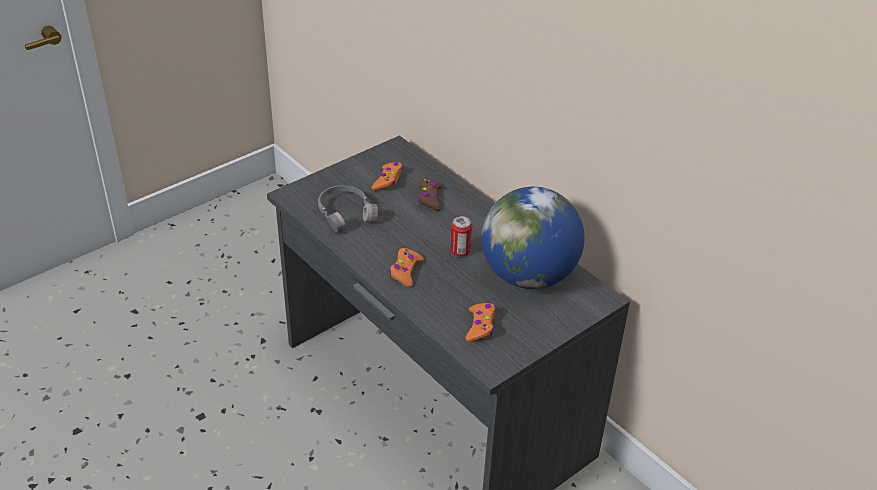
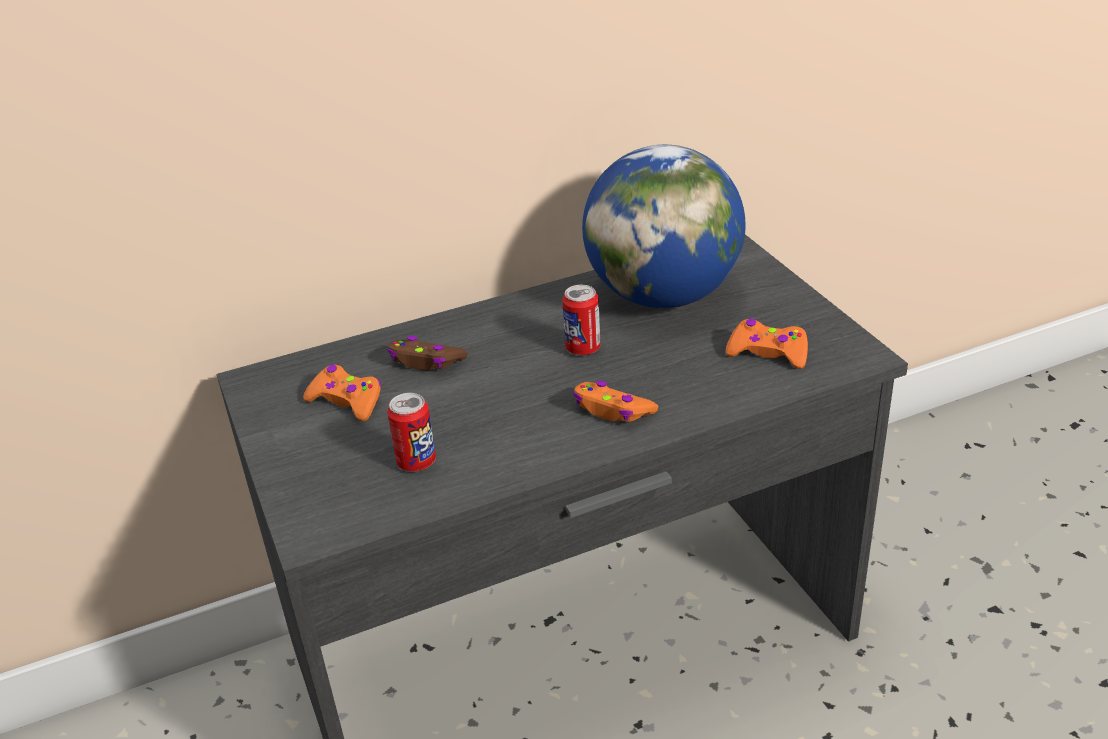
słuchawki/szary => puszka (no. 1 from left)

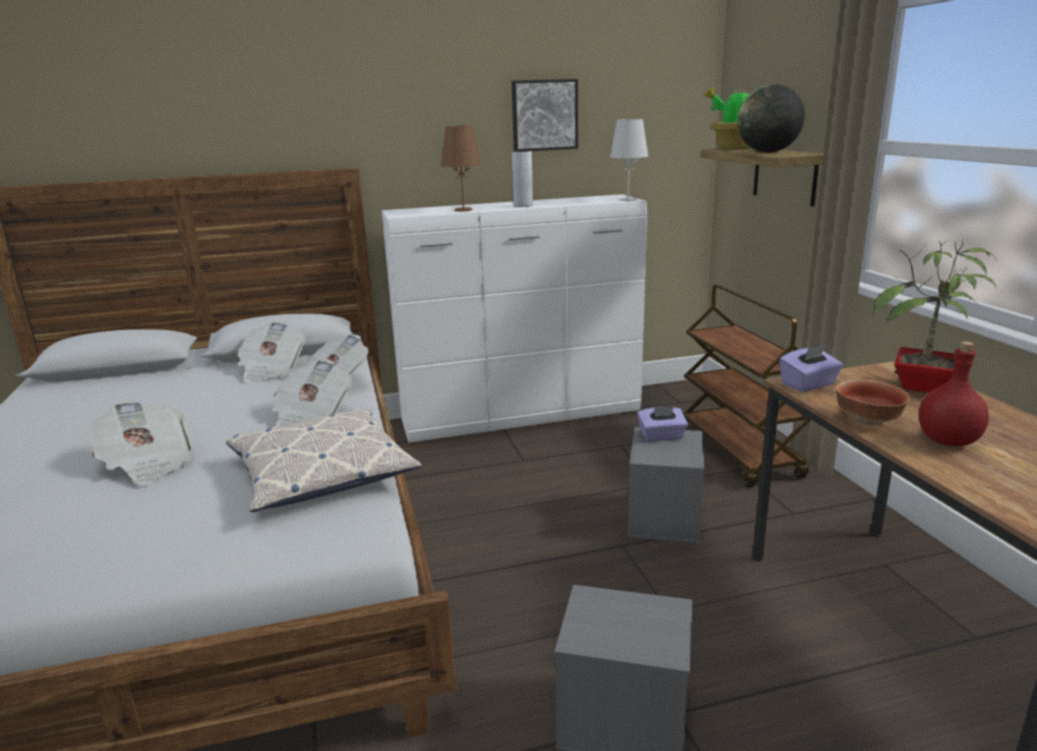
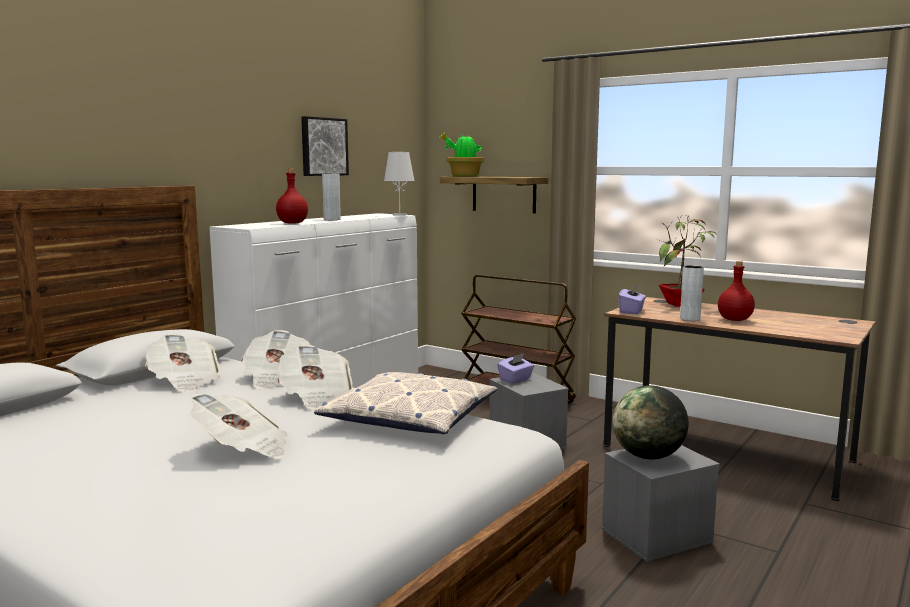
globus, relocated
lampa stołowa/brązowy => butelka/czerwony (no. 1 from left)
miska => wazon/szary (no. 2 from left)

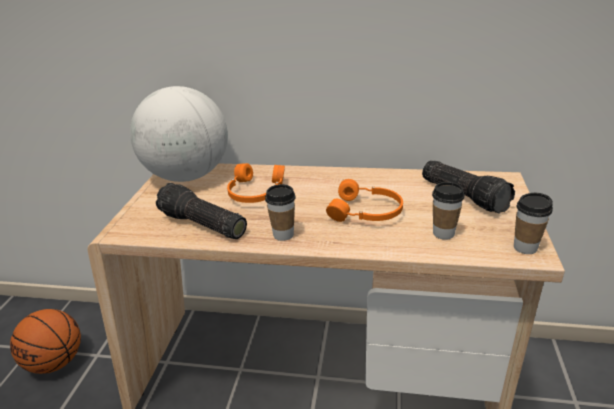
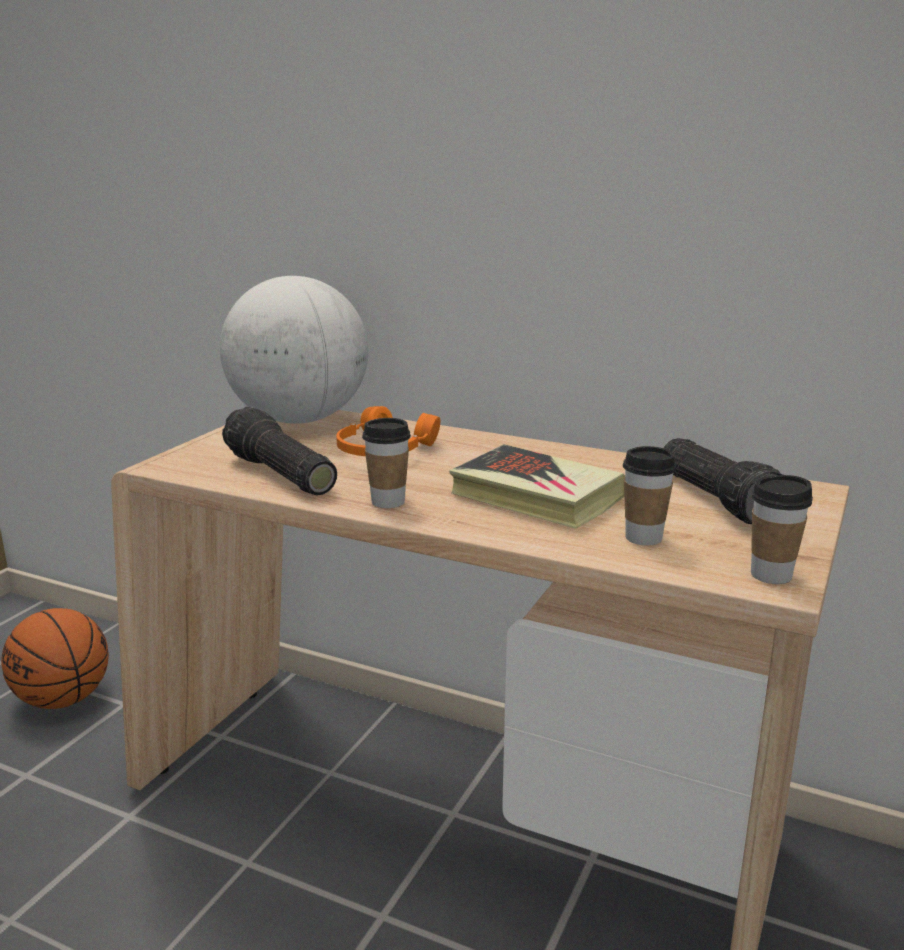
słuchawki/pomarańczowy (no. 2 from left) => książka

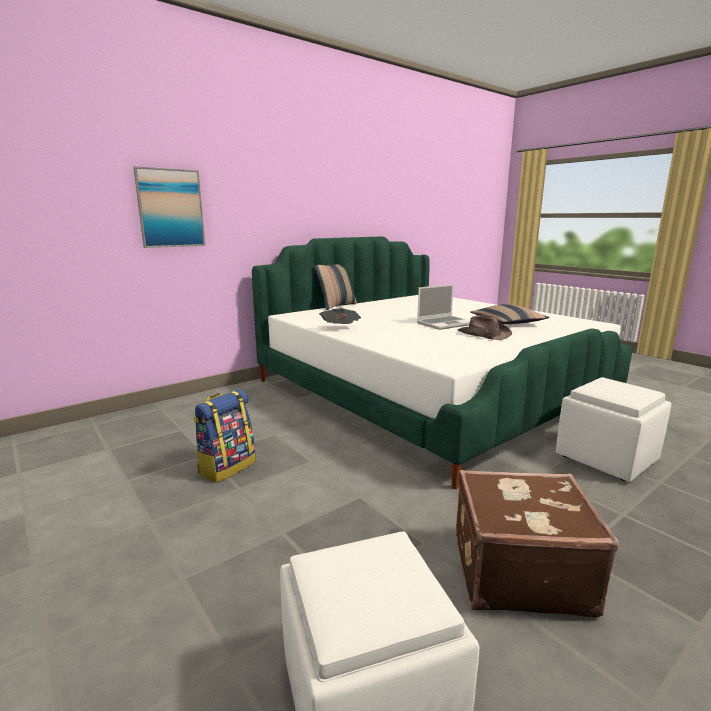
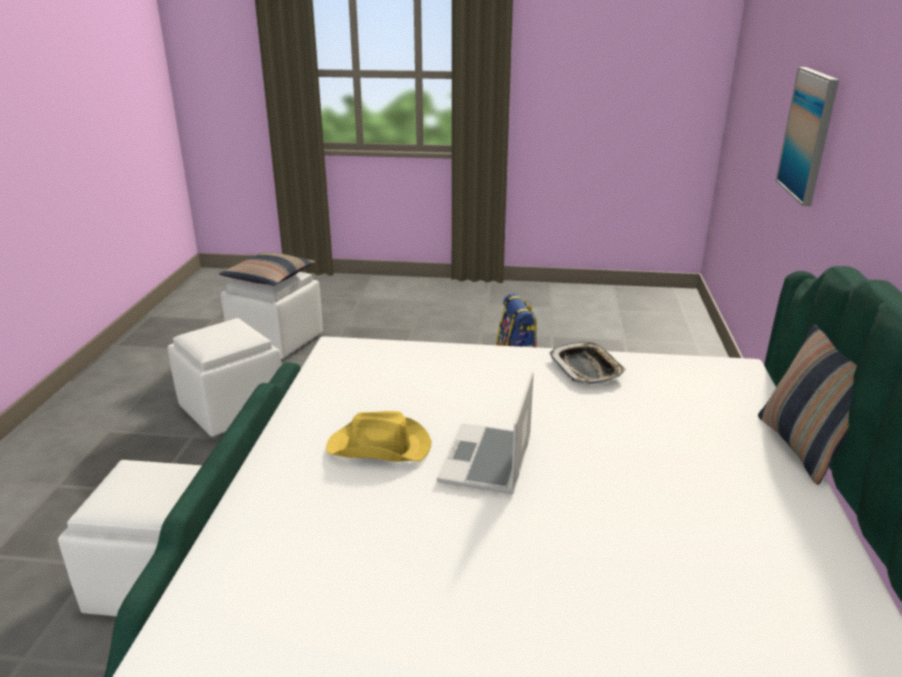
poduszka (no. 2 from left in the first image) => poduszka (no. 1 from left), relocated
gazeta => taca
walizka/brązowy => pufa/biały (no. 2 from left)
kapelusz/brązowy => kapelusz/żółty

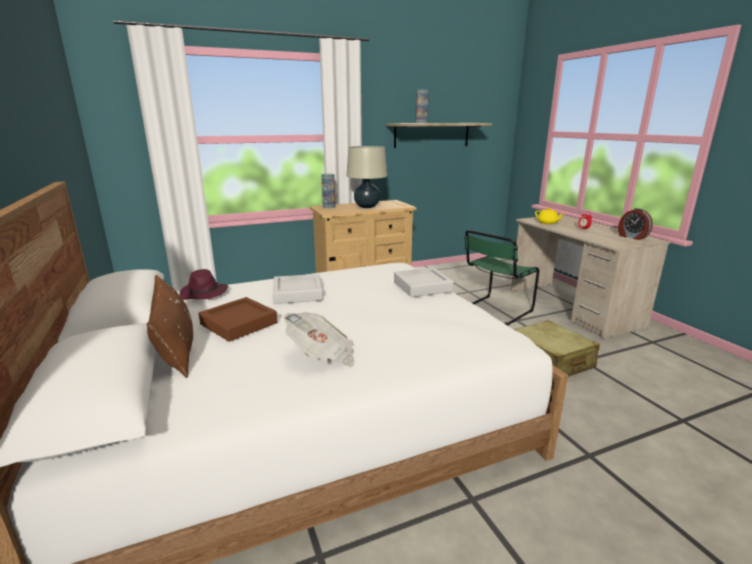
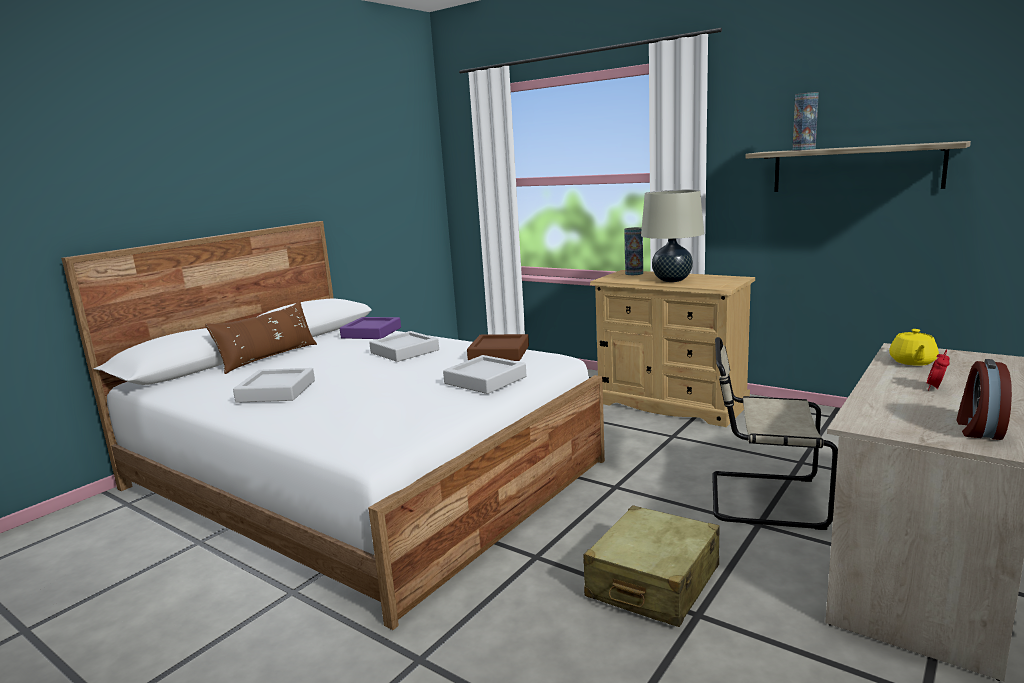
taca/brązowy, relocated
kapelusz/fioletowy => taca/fioletowy
gazeta => taca/szary (no. 1 from left)
krzesło/zielony => krzesło/beżowy

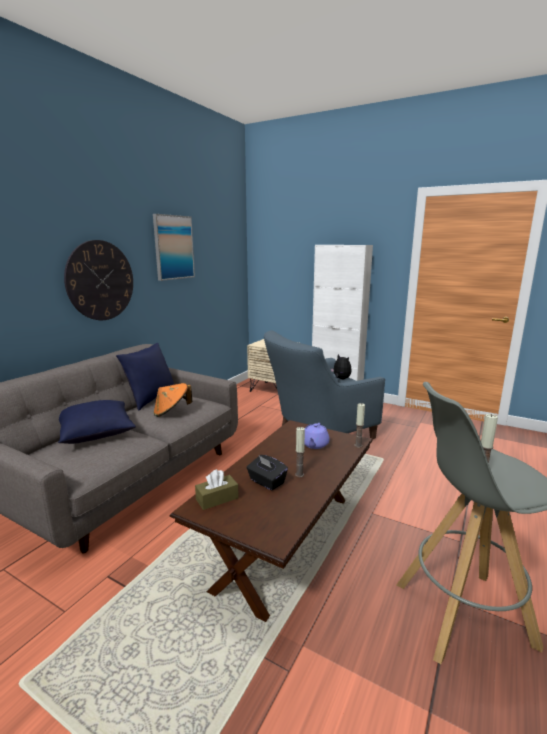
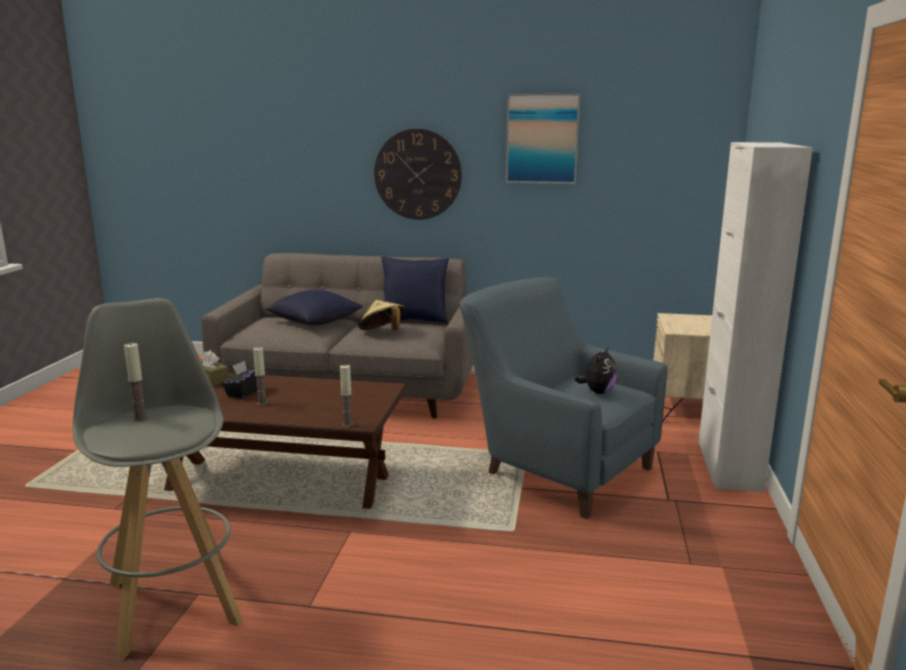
imbryk/fioletowy => nothing
kapelusz/pomarańczowy => kapelusz/beżowy

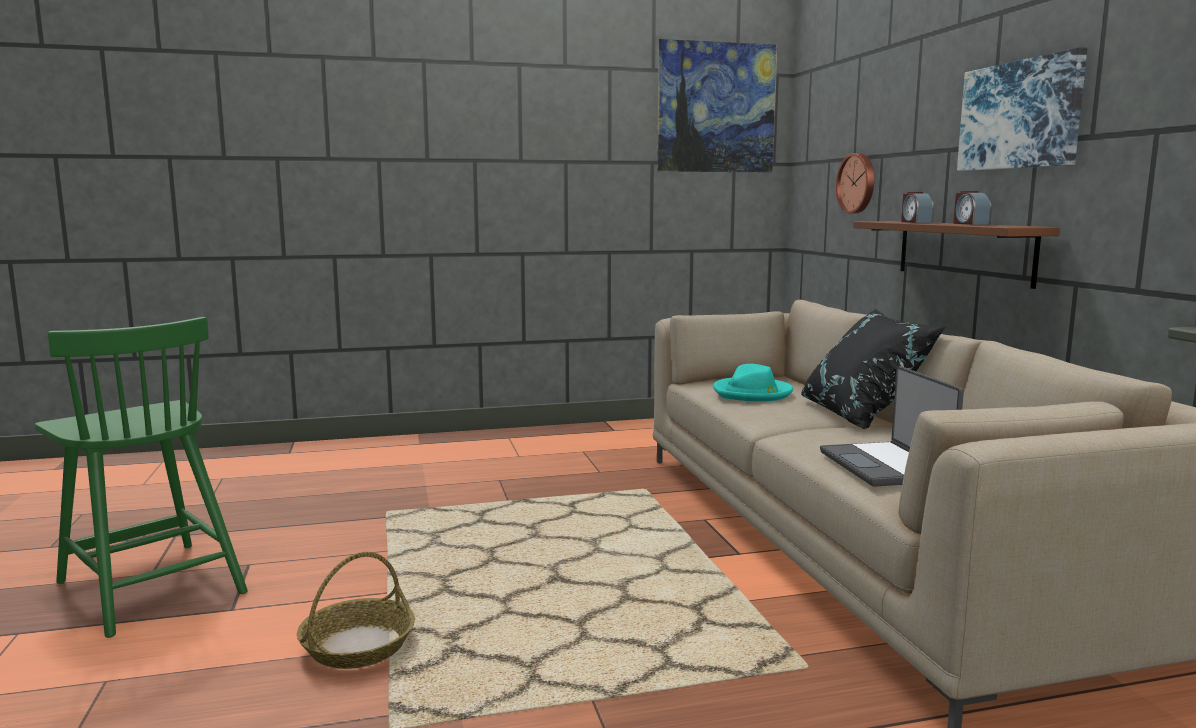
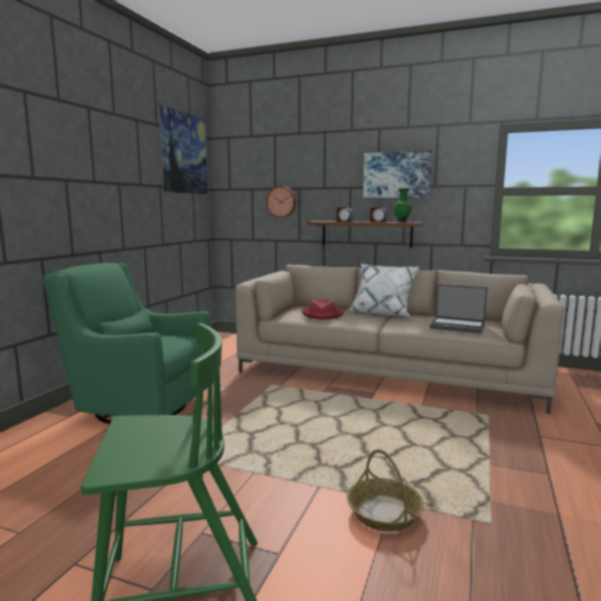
nothing => fotel/zielony
nothing => wazon/zielony
kapelusz/turkusowy => kapelusz/czerwony
poduszka/czarny => poduszka/biały

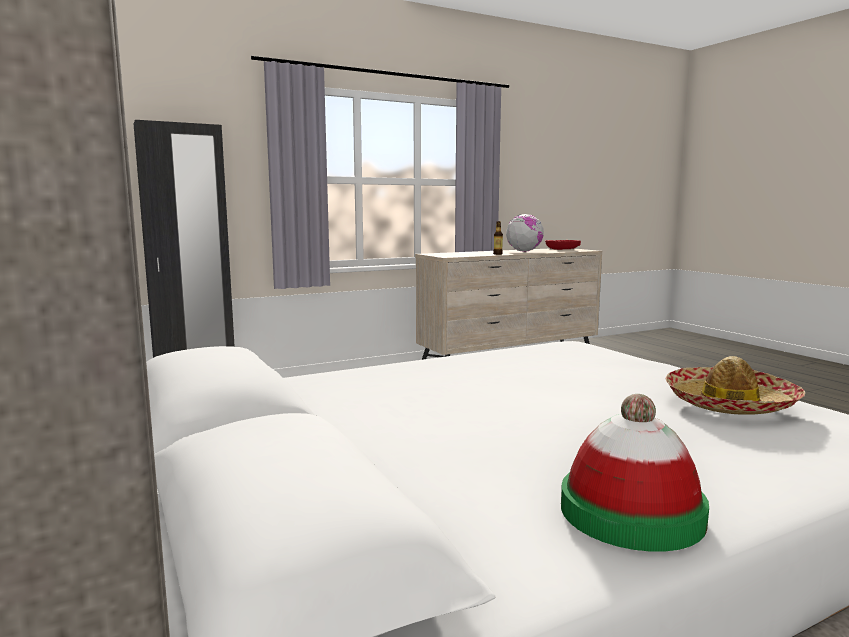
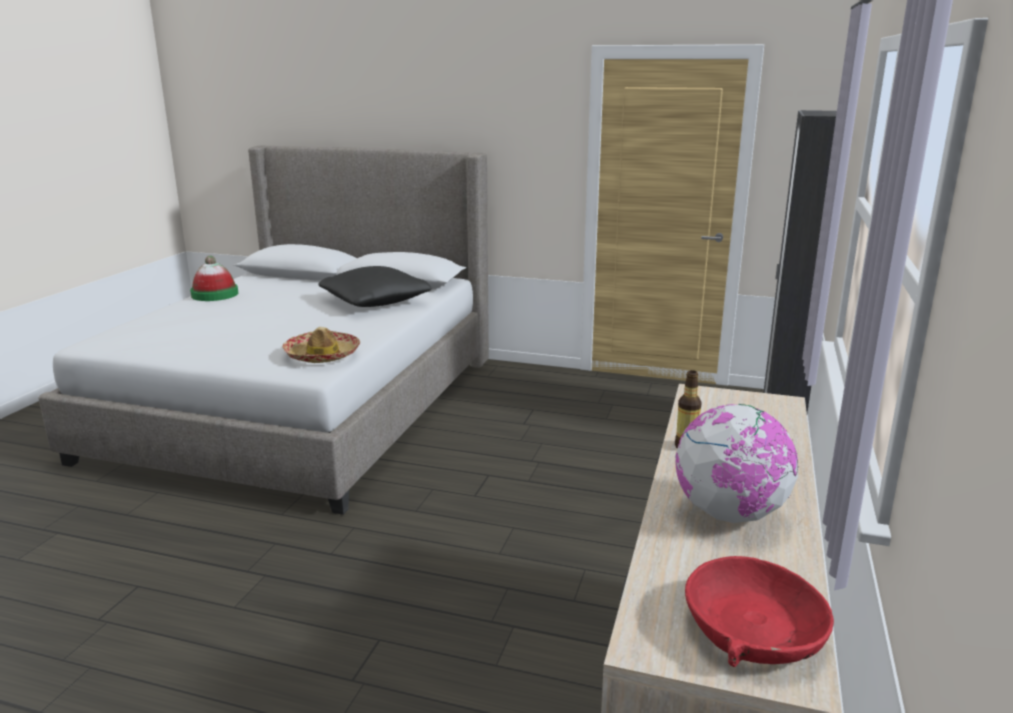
nothing => poduszka/czarny
kapelusz (no. 2 from left), relocated

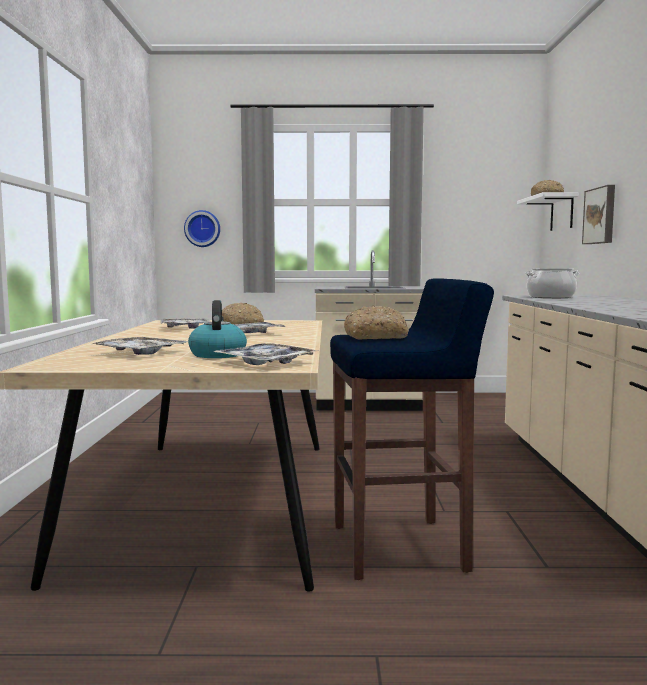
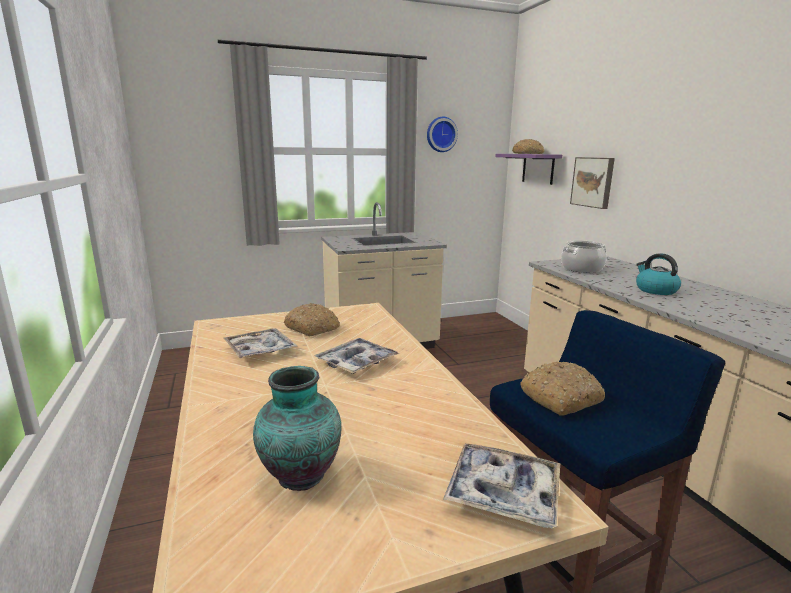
zegar ścienny, relocated
czajnik, relocated
taca (no. 1 from left) => wazon
półka/biały => półka/fioletowy

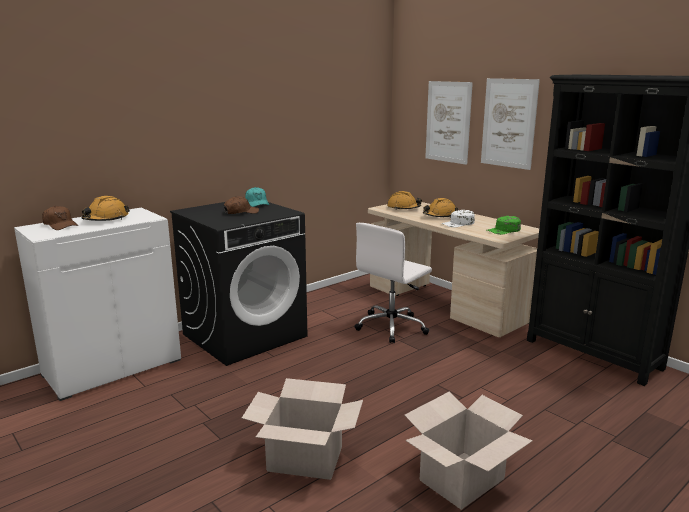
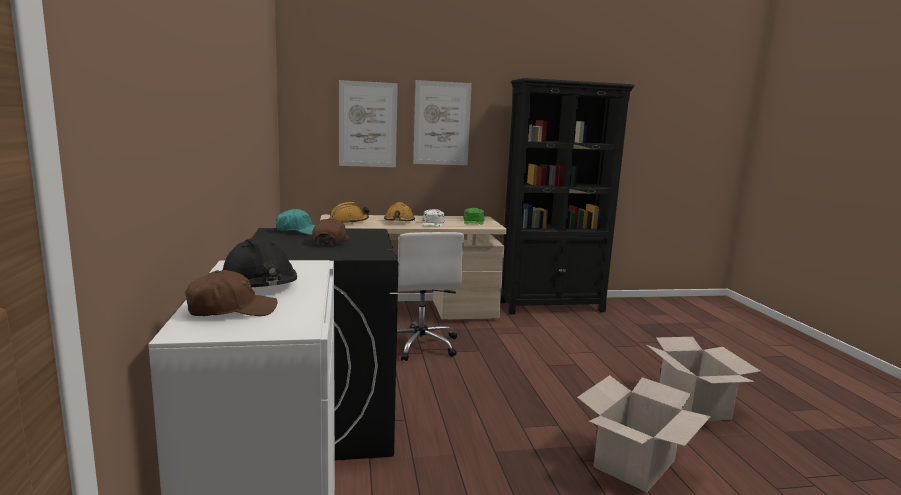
kask/pomarańczowy (no. 1 from left) => kask/czarny

